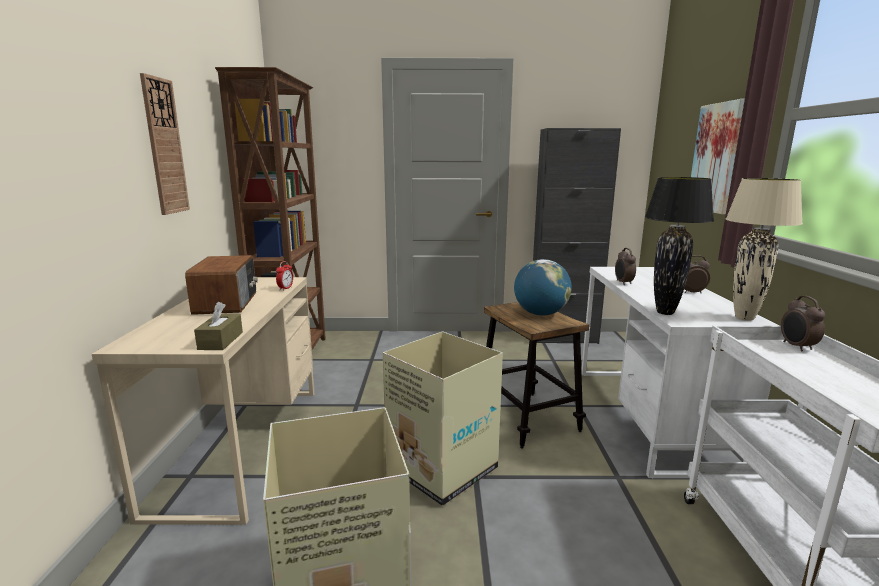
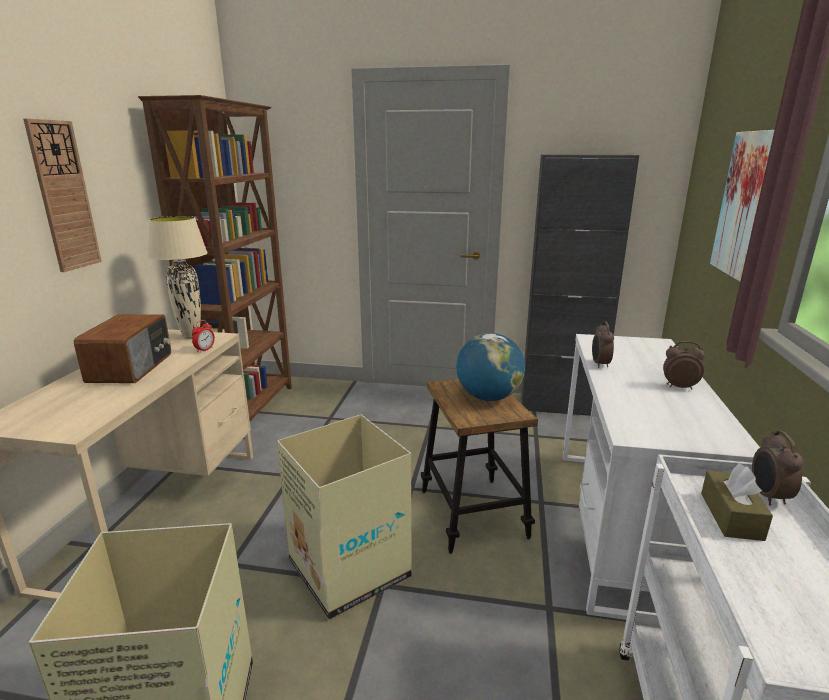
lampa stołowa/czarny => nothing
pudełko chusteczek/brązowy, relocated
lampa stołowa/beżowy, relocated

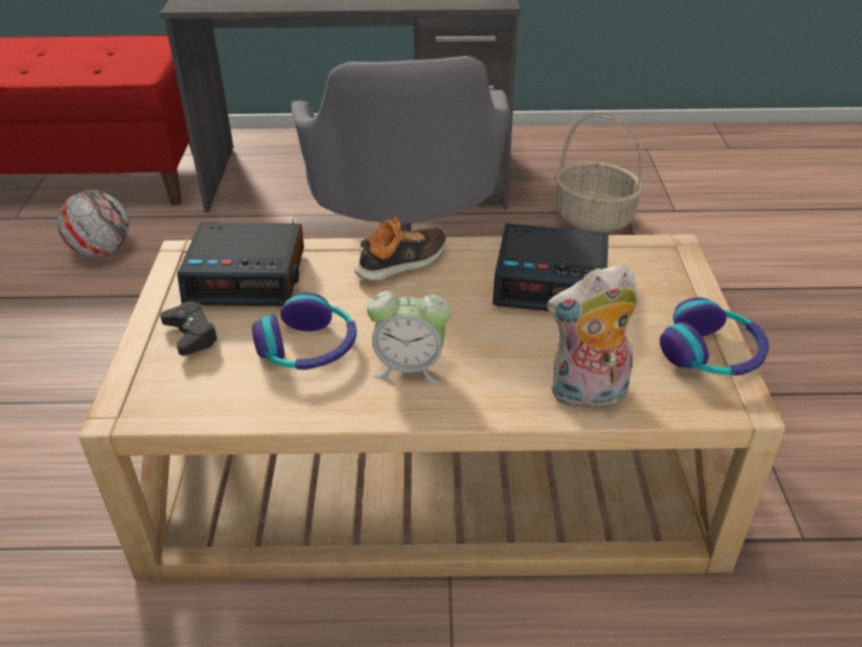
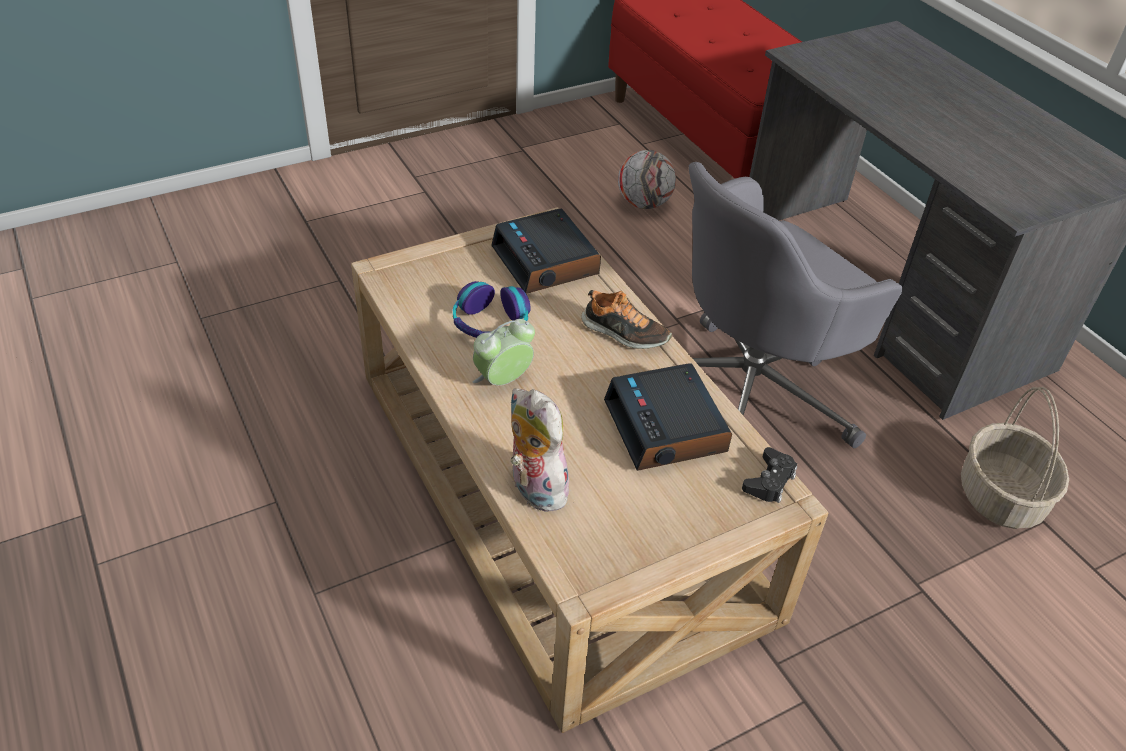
słuchawki (no. 2 from left) => nothing
pad do gier/czarny, relocated
budzik (no. 2 from left in the first image) => budzik (no. 1 from left), 75 degrees clockwise

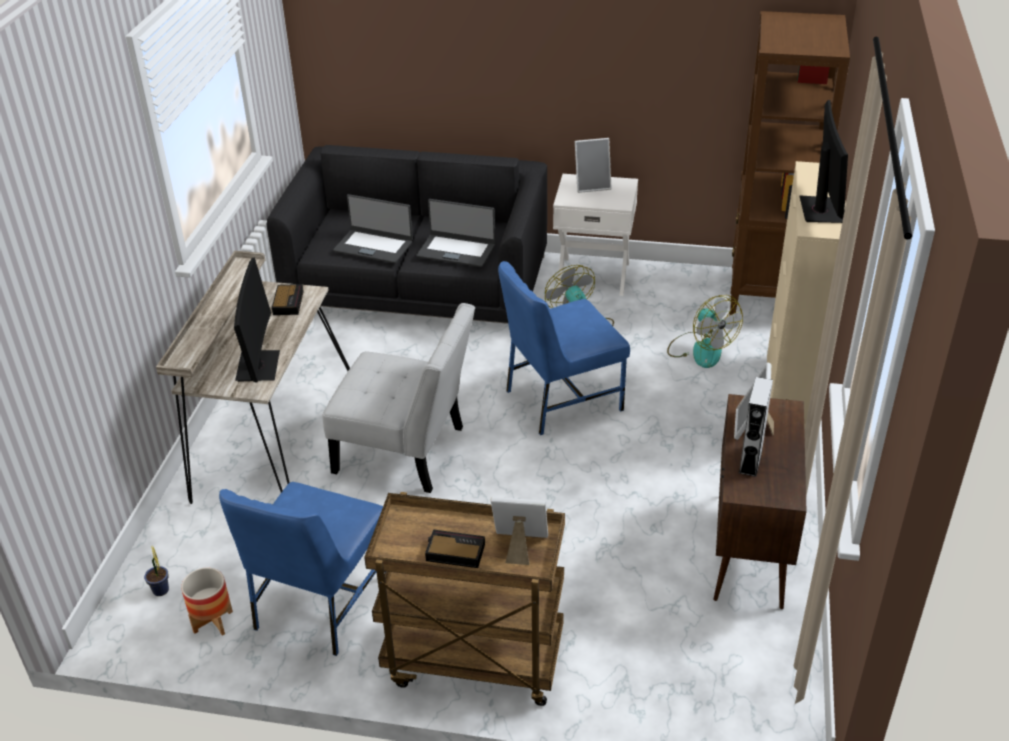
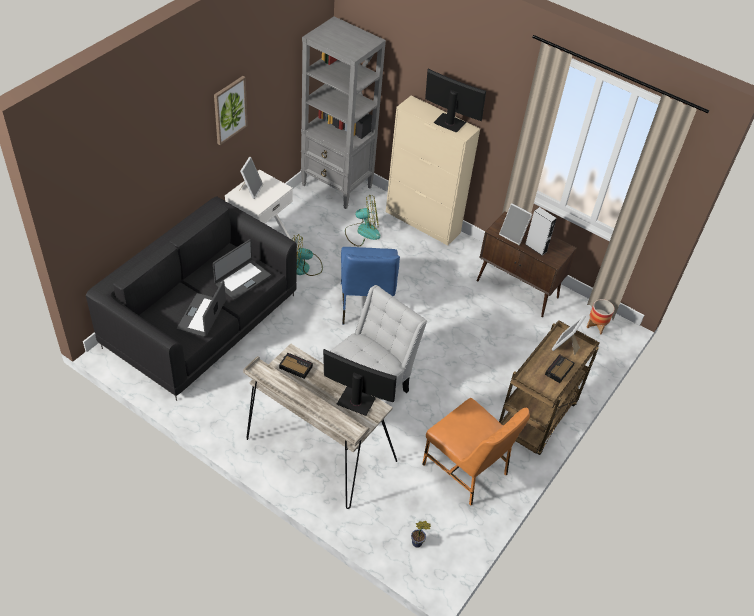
nothing => obraz
donica, relocated
krzesło/niebieski (no. 1 from left) => krzesło/pomarańczowy
regał/brązowy => regał/szary
laptop (no. 1 from left), 150 degrees clockwise

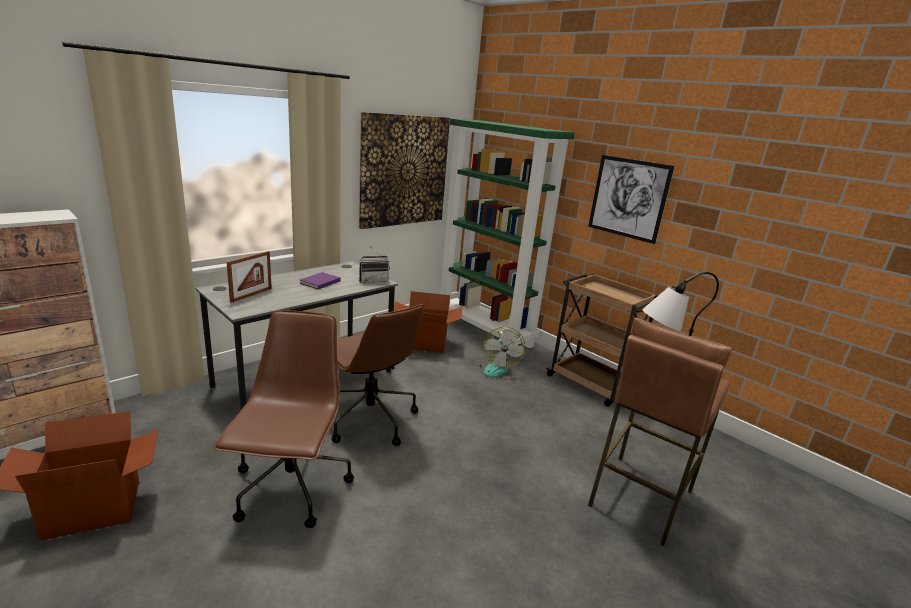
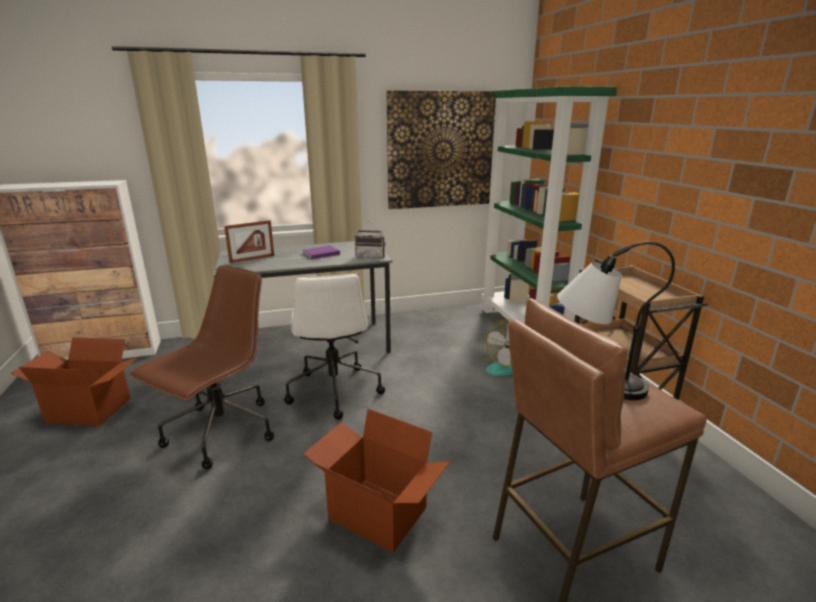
obraz (no. 2 from left) => nothing
karton (no. 2 from left), relocated
krzesło biurowe/brązowy (no. 2 from left) => krzesło biurowe/biały

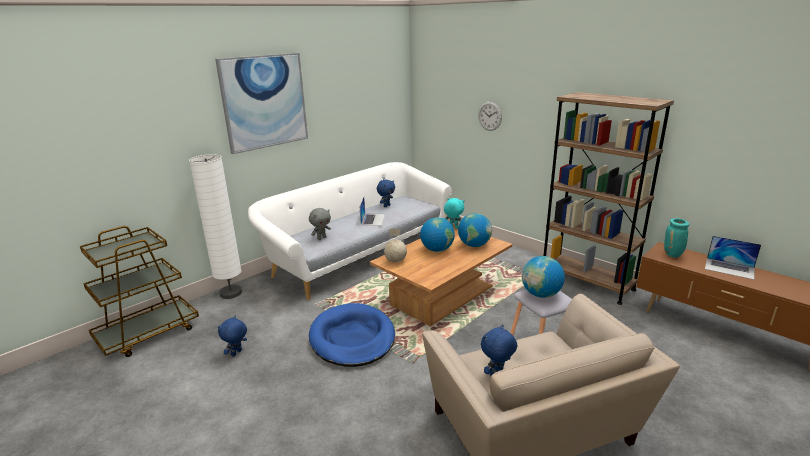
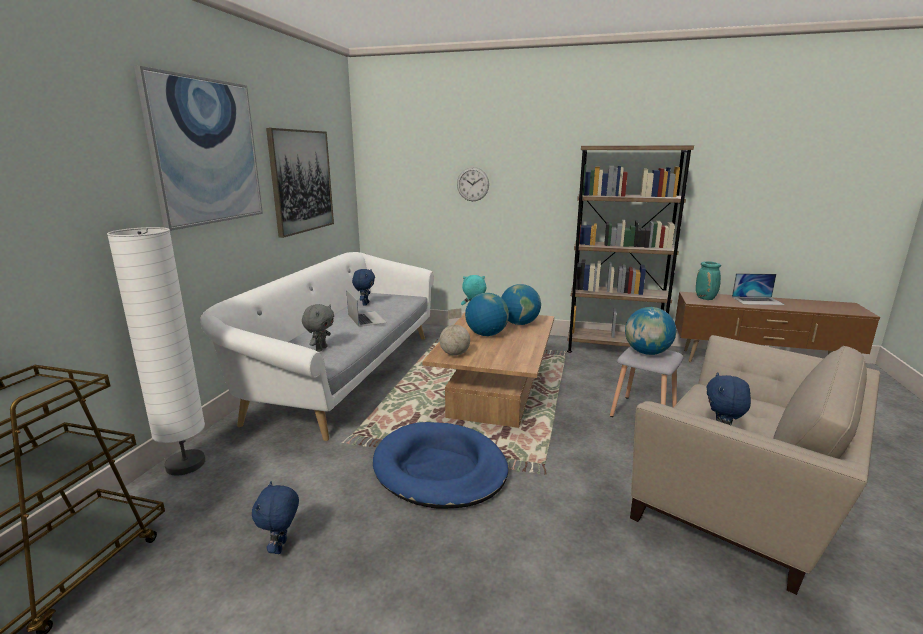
nothing => obraz (no. 2 from left)

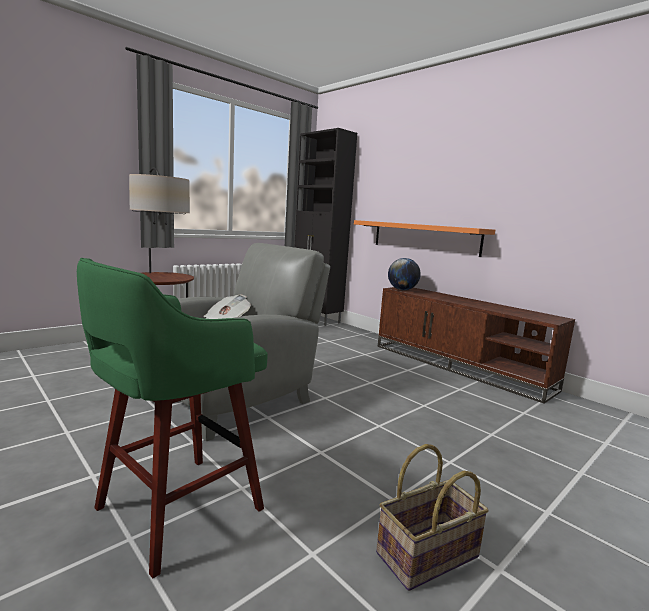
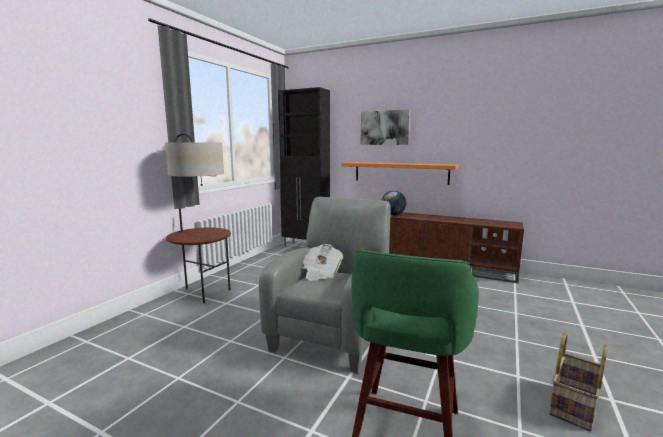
nothing => obraz

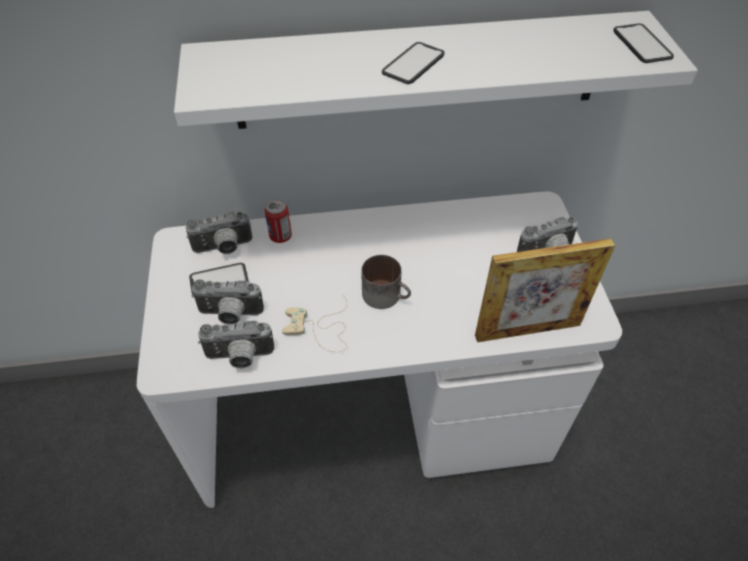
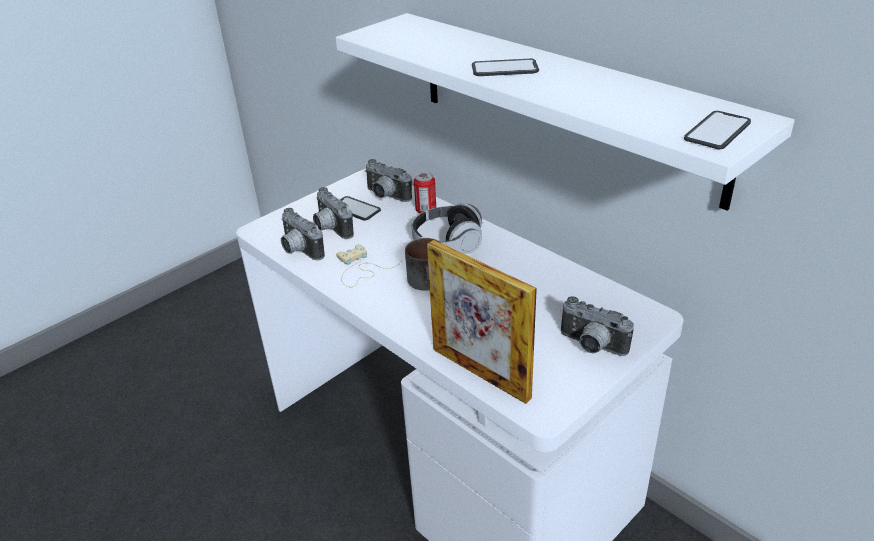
nothing => słuchawki

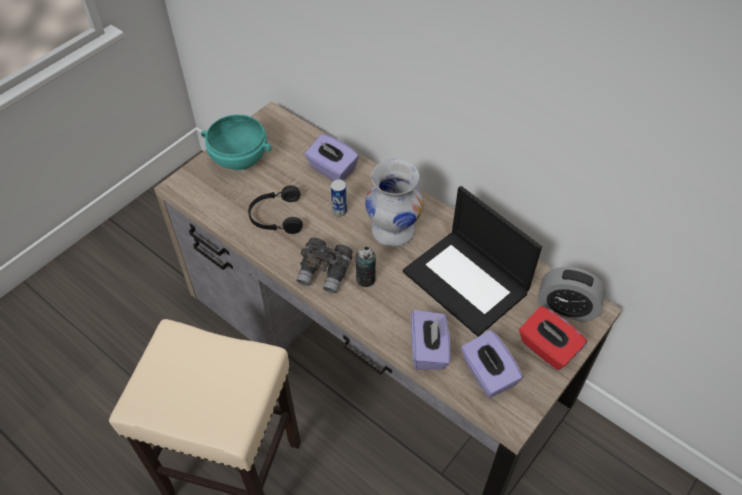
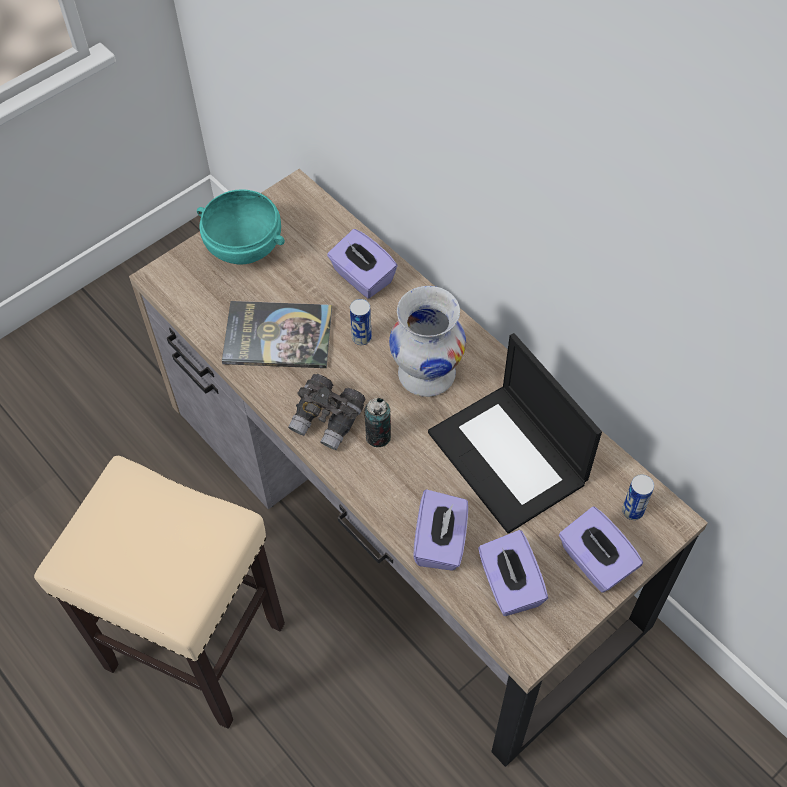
słuchawki/czarny => książka
budzik => puszka (no. 3 from left)
pudełko chusteczek/czerwony => pudełko chusteczek/fioletowy (no. 4 from left)

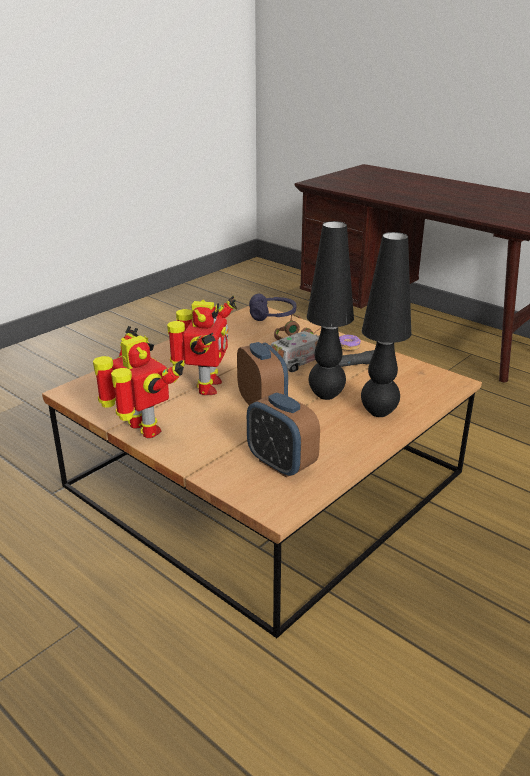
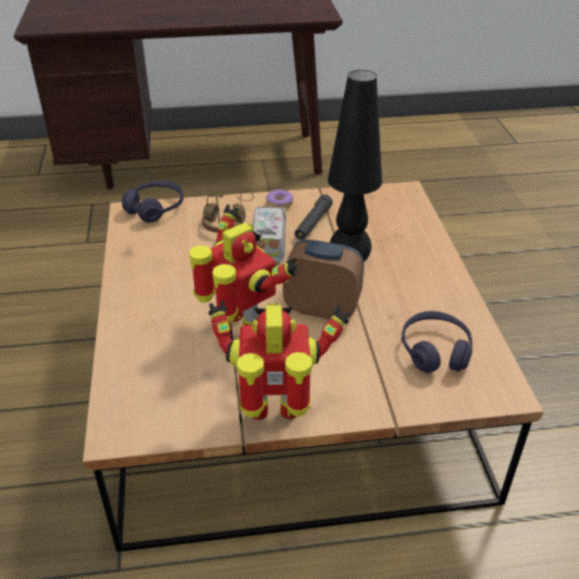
lampa stołowa/czarny (no. 2 from left) => nothing
budzik (no. 2 from left) => słuchawki/fioletowy (no. 2 from left)

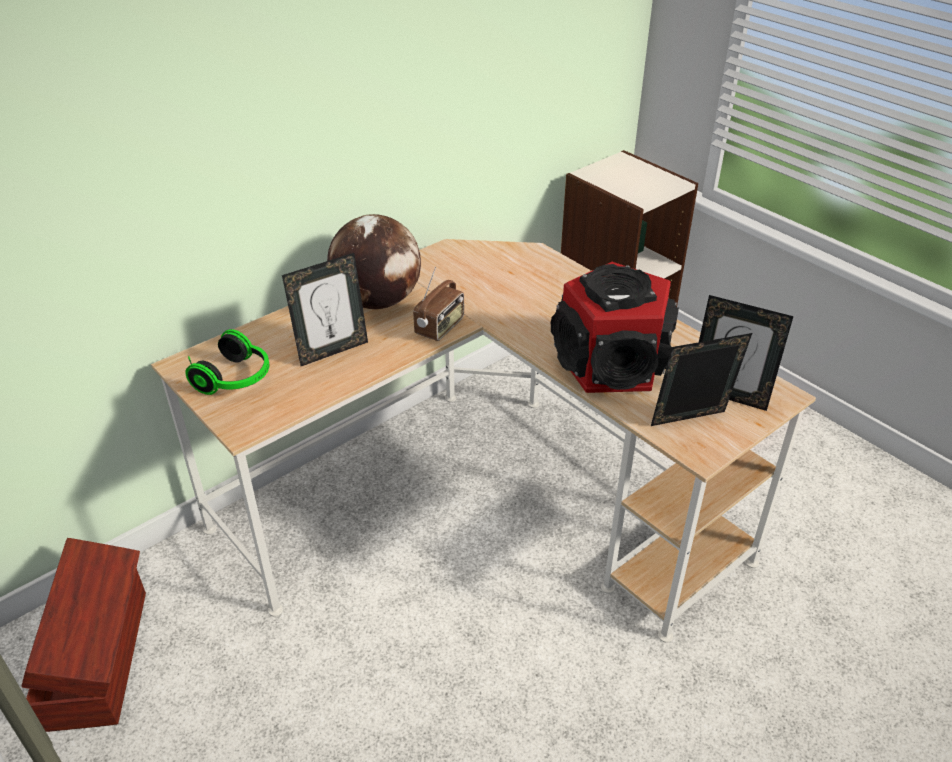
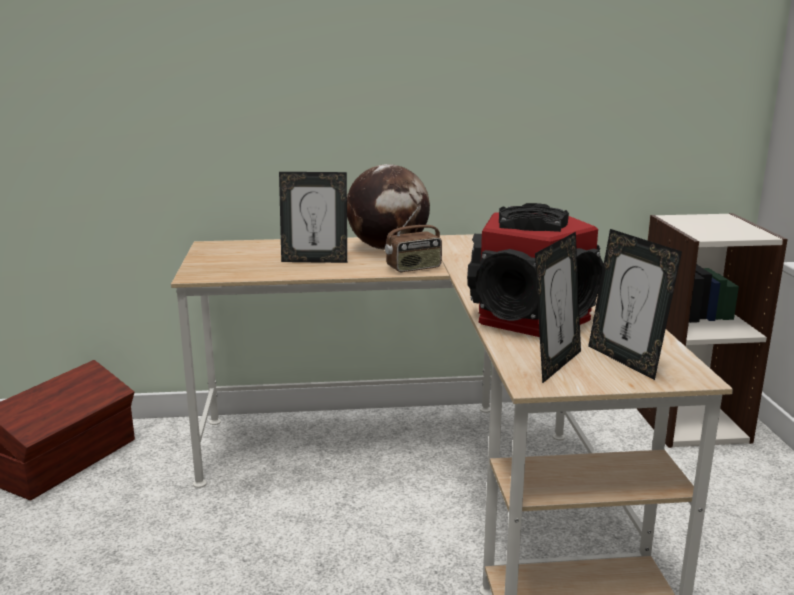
słuchawki => nothing
ramka na zdjęcie (no. 2 from left), 105 degrees clockwise

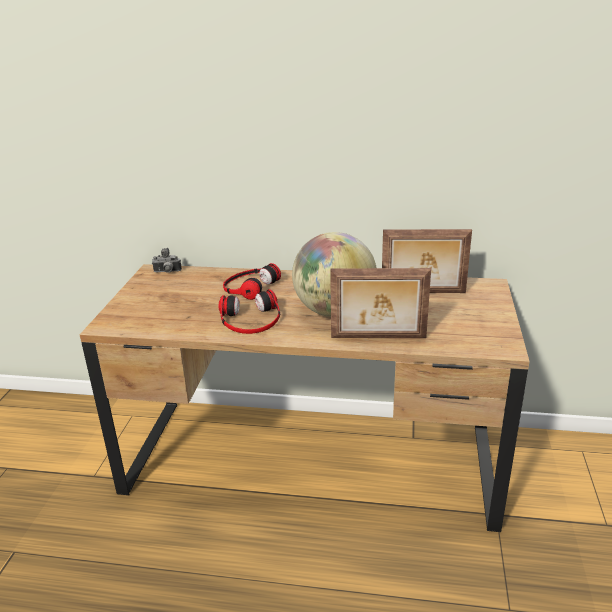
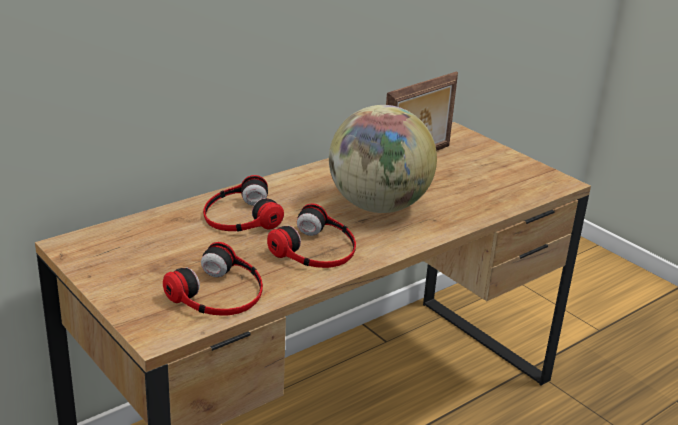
aparat fotograficzny => nothing
ramka na zdjęcie (no. 1 from left) => nothing
nothing => słuchawki (no. 1 from left)

